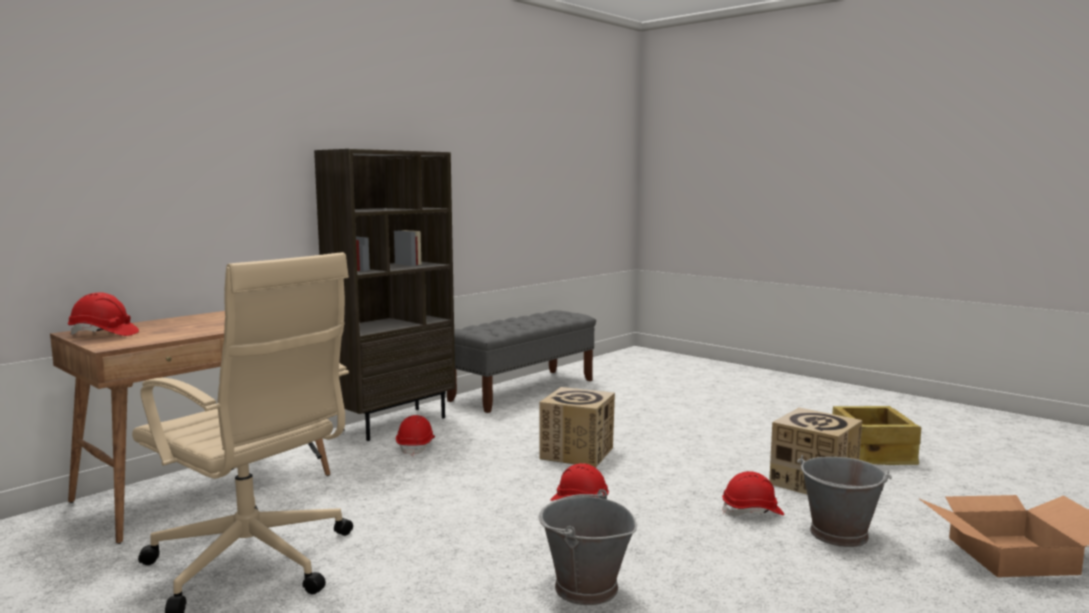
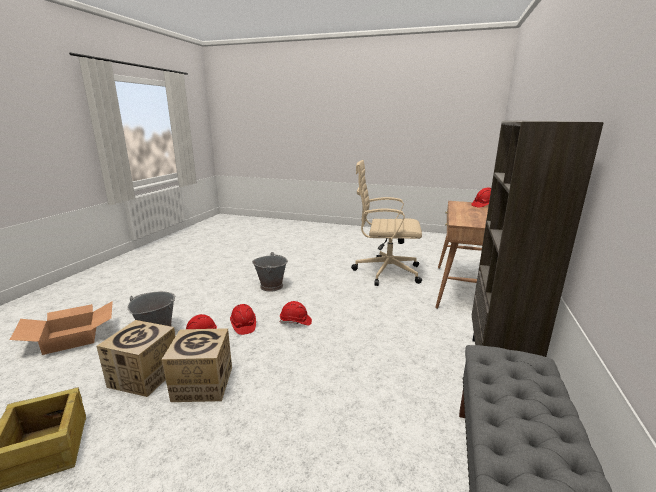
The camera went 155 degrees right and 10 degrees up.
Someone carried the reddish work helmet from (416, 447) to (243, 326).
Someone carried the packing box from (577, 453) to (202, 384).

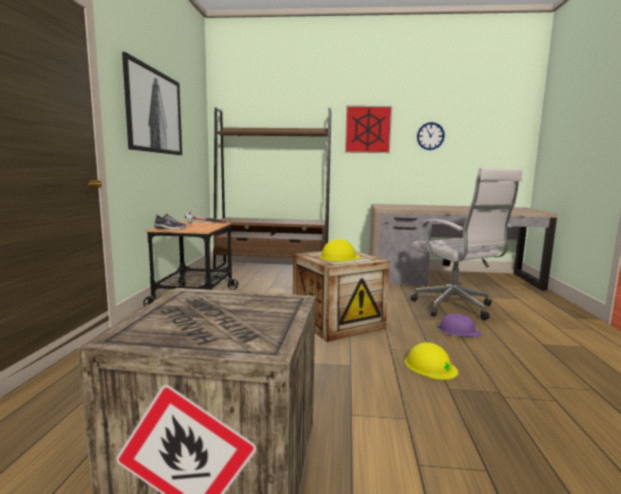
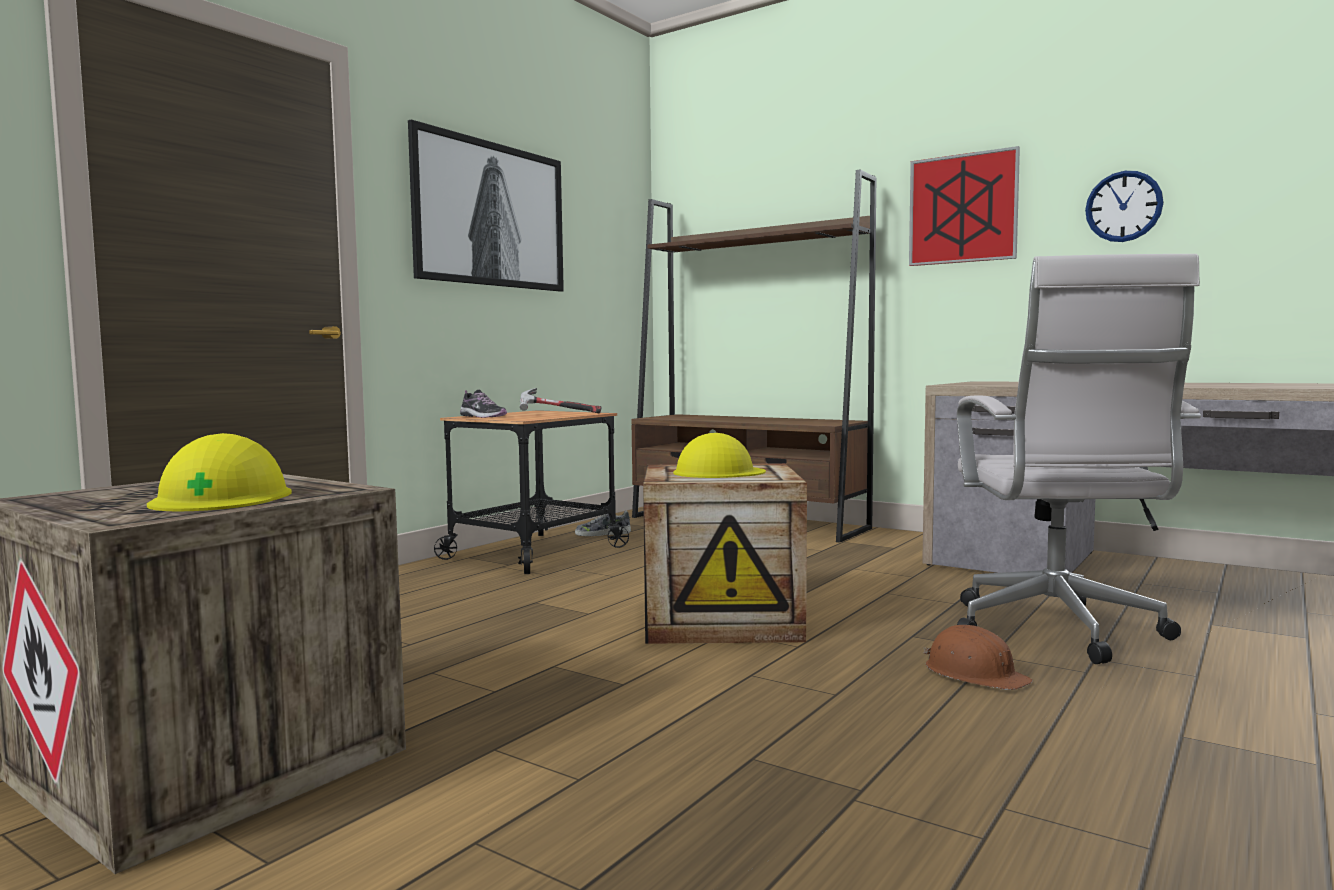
The camera went 30 degrees right and 5 degrees down.
Someone carried the yellowish work helmet from (430, 366) to (222, 498).
Someone repainted the purple work helmet at (458, 332), which became the brownish work helmet at (975, 674).

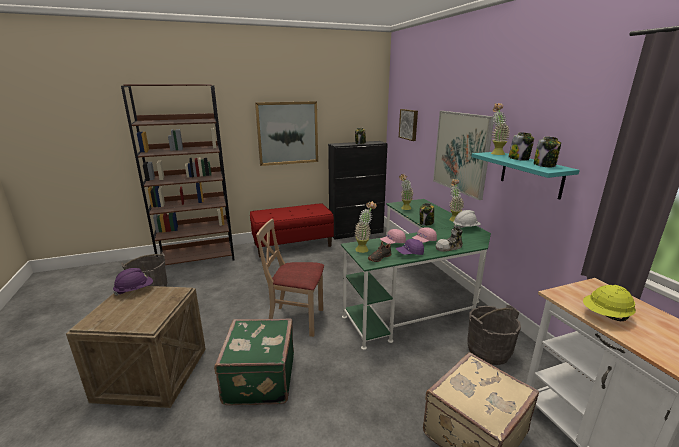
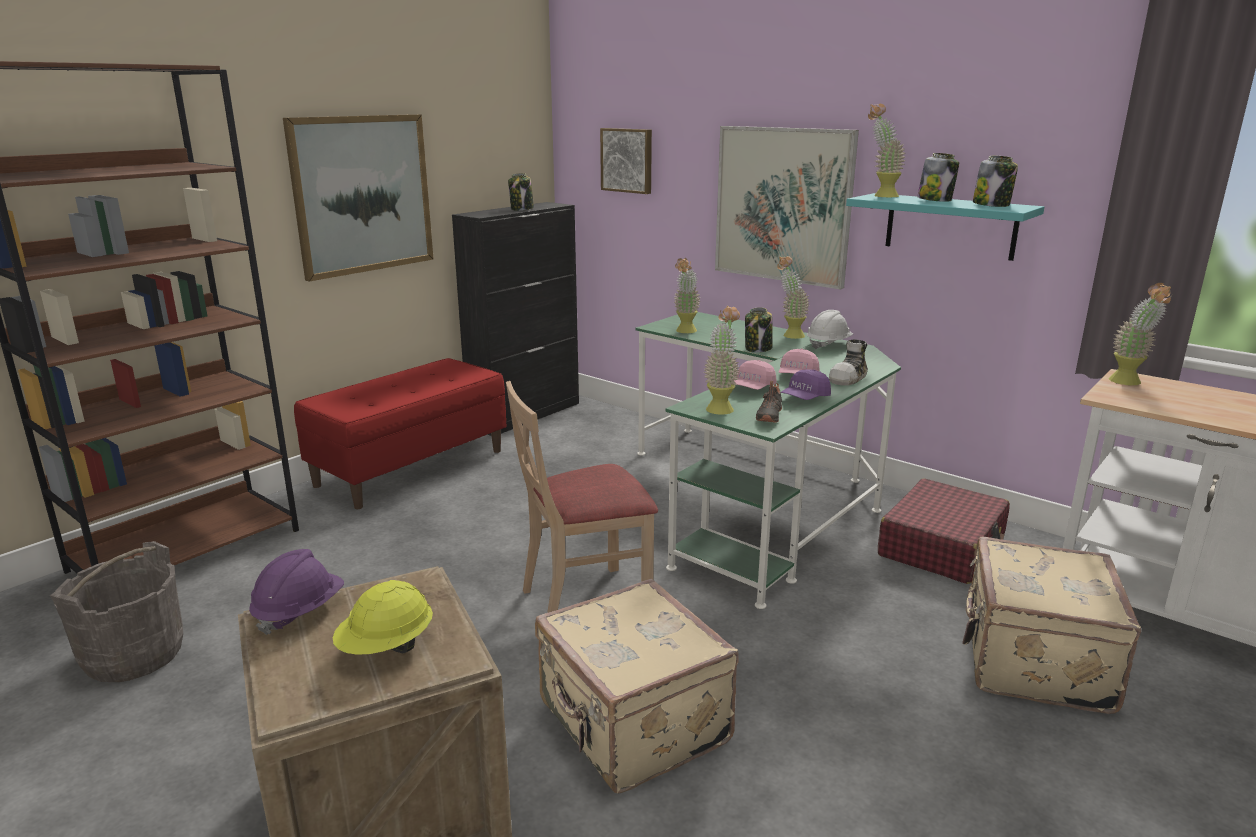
The camera went 30 degrees left and 0 degrees up.
Someone repainted the green-coloured travel case at (258, 379), which became the sand-coloured travel case at (631, 725).
Someone swapped the grey bucket at (488, 351) for the reddish travel case at (942, 547).
Someone carried the yellowish work helmet from (605, 316) to (387, 648).
Someone put down the houseplant at (1129, 383).

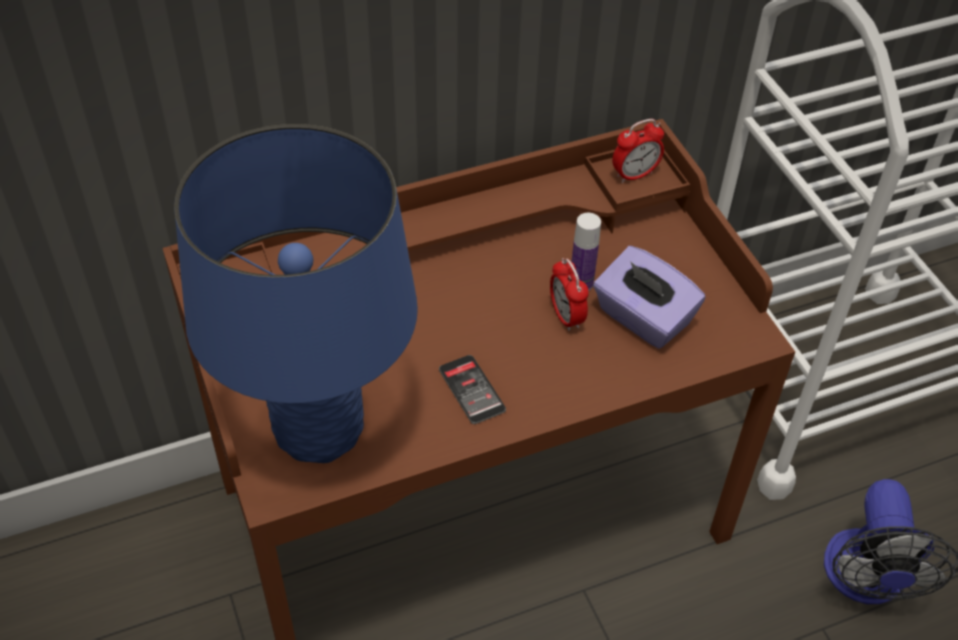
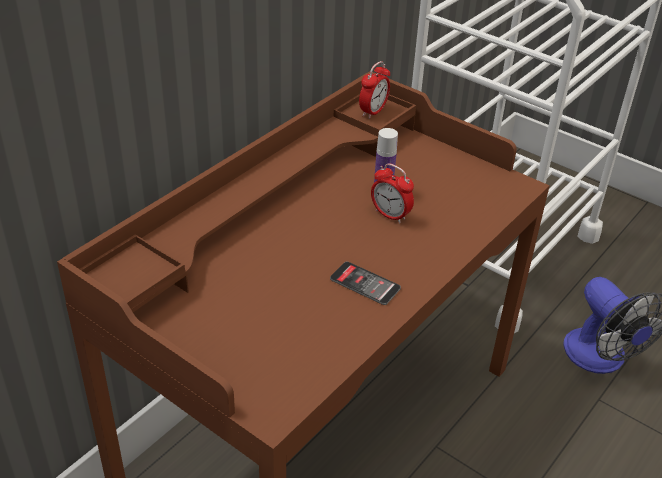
The camera went 30 degrees left and 10 degrees down.
Someone took away the bluish tabletop lamp at (319, 430).
Someone took away the purple box of tissues at (643, 318).

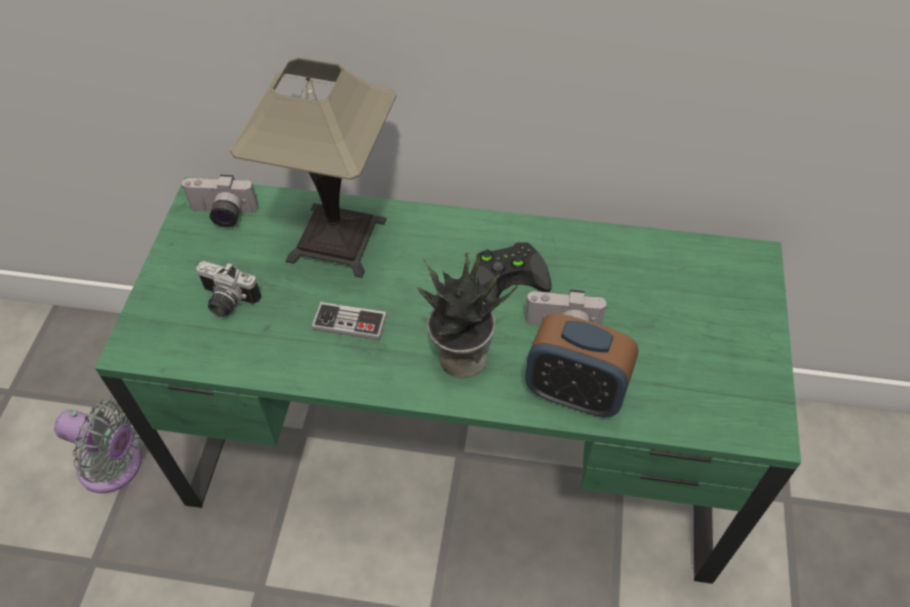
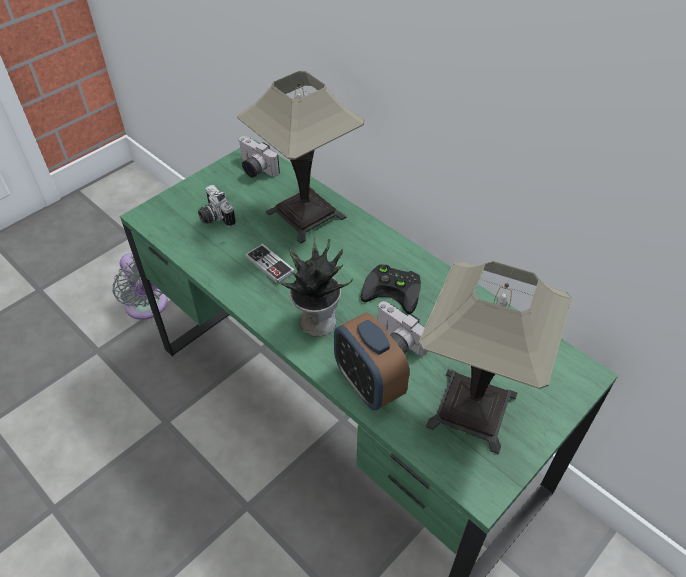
The camera went 35 degrees right and 5 degrees down.
Someone put down the tabletop lamp at (472, 410).

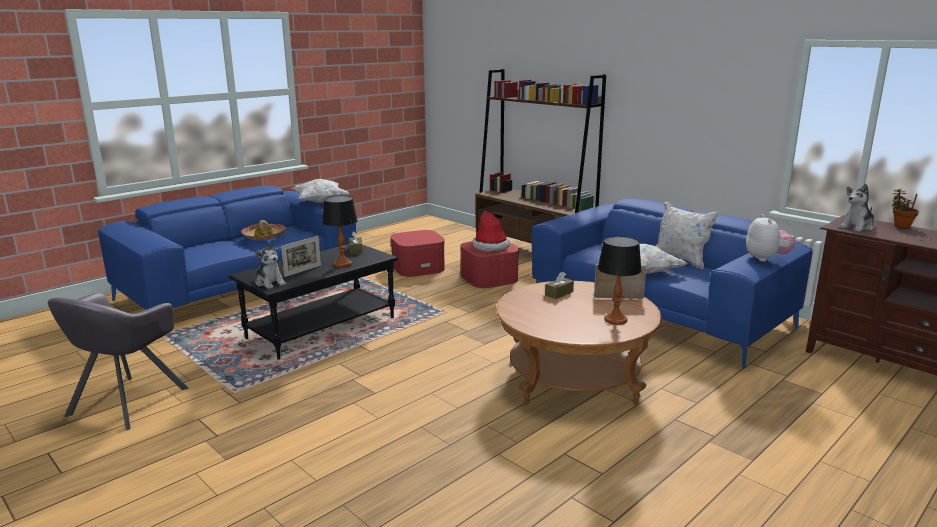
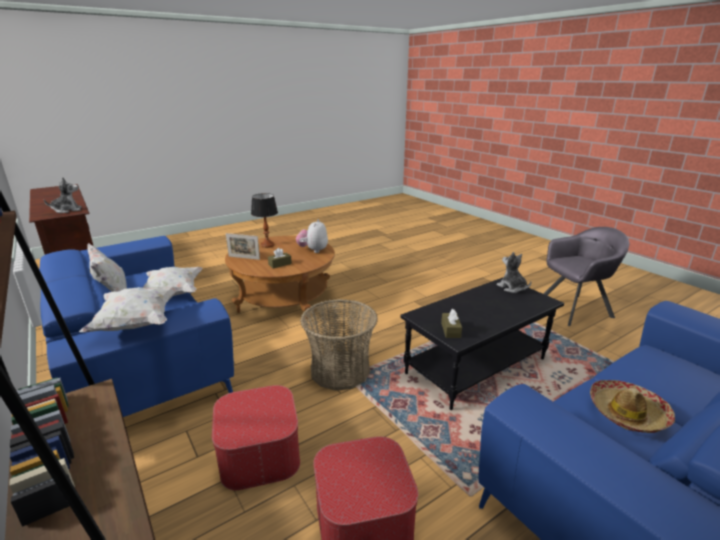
The camera went 170 degrees left and 5 degrees up.
Someone rotated the grey easy chair at (127, 402) by 45 degrees clockwise.
Someone took away the photo frame at (303, 271).
Someone carried the whitish throw pillow from (320, 202) to (137, 323).
Someone took away the tabletop lamp at (343, 264).
Someone took away the hat at (491, 246).
Someone carried the soft toy from (766, 258) to (313, 250).
Someone took away the houseplant at (900, 226).
Someone put down the basket at (340, 370).

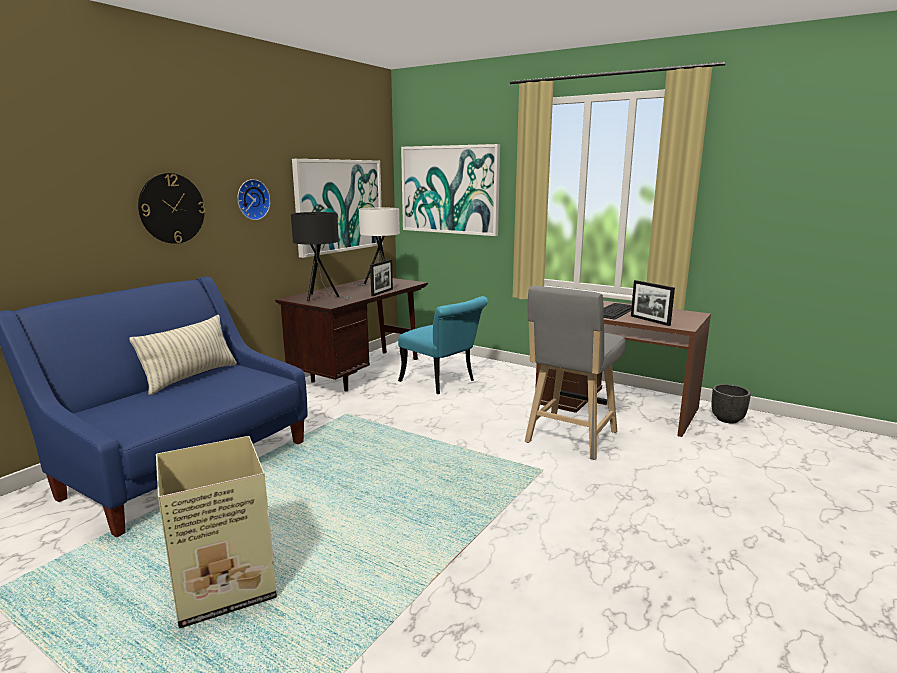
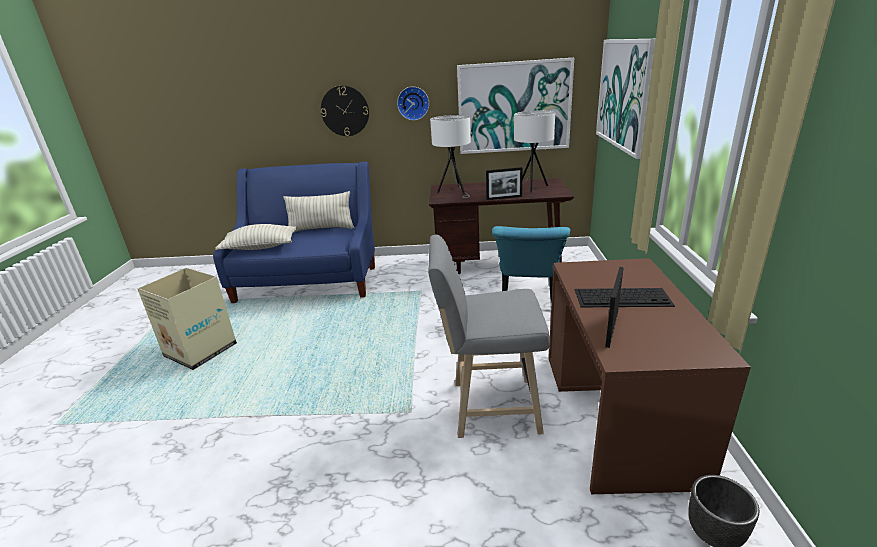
The camera went 60 degrees right and 10 degrees up.
Someone repainted the black tabletop lamp at (321, 298), which became the whitish tabletop lamp at (454, 192).
Someone put down the throw pillow at (260, 247).

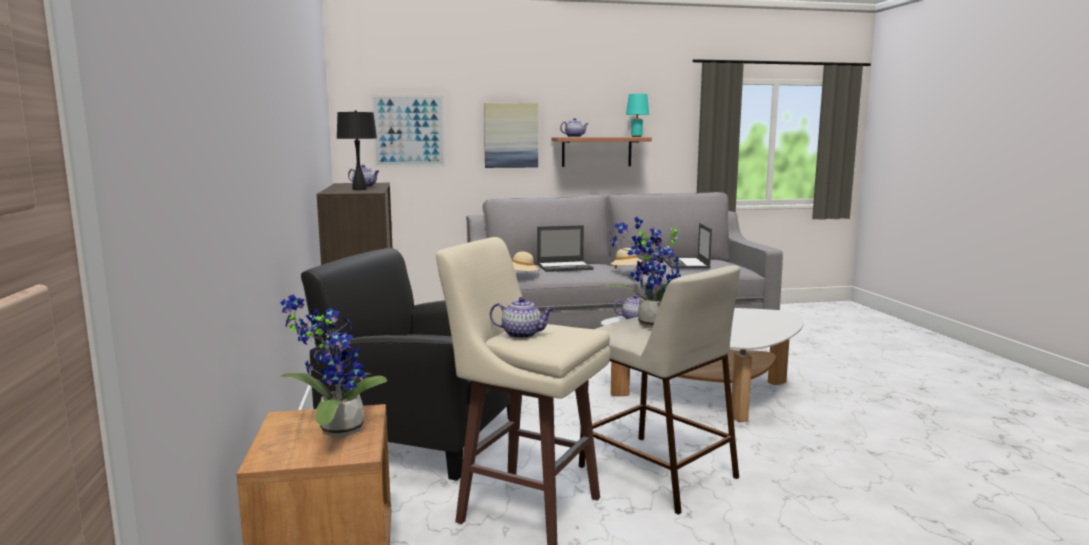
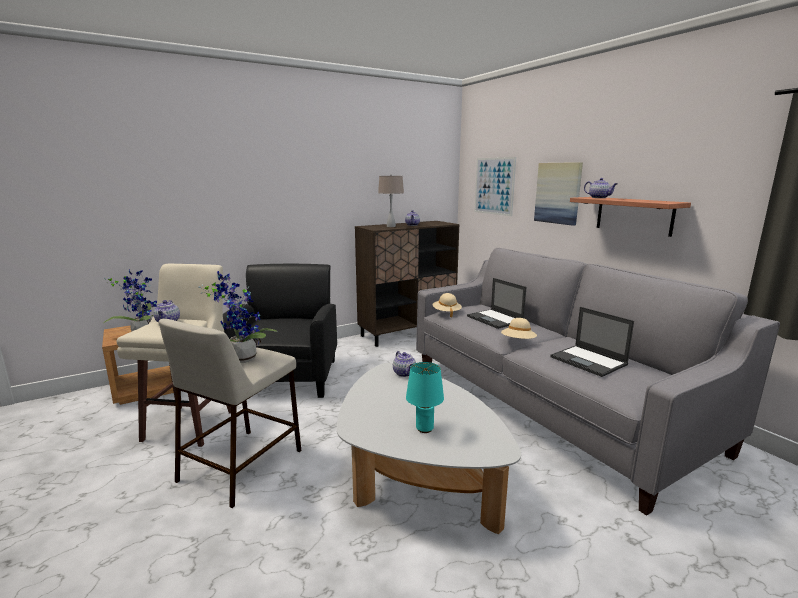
The camera went 70 degrees right and 5 degrees up.
Someone repainted the black tabletop lamp at (359, 189), which became the sand-coloured tabletop lamp at (391, 226).
Someone carried the turquoise-coloured tabletop lamp from (637, 137) to (425, 429).
Someone rotated the notebook computer at (686, 264) by 105 degrees counterclockwise.

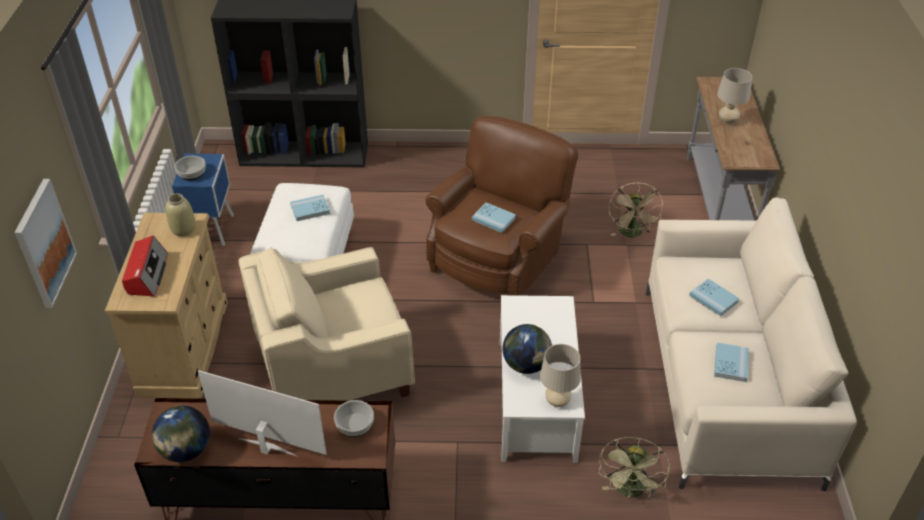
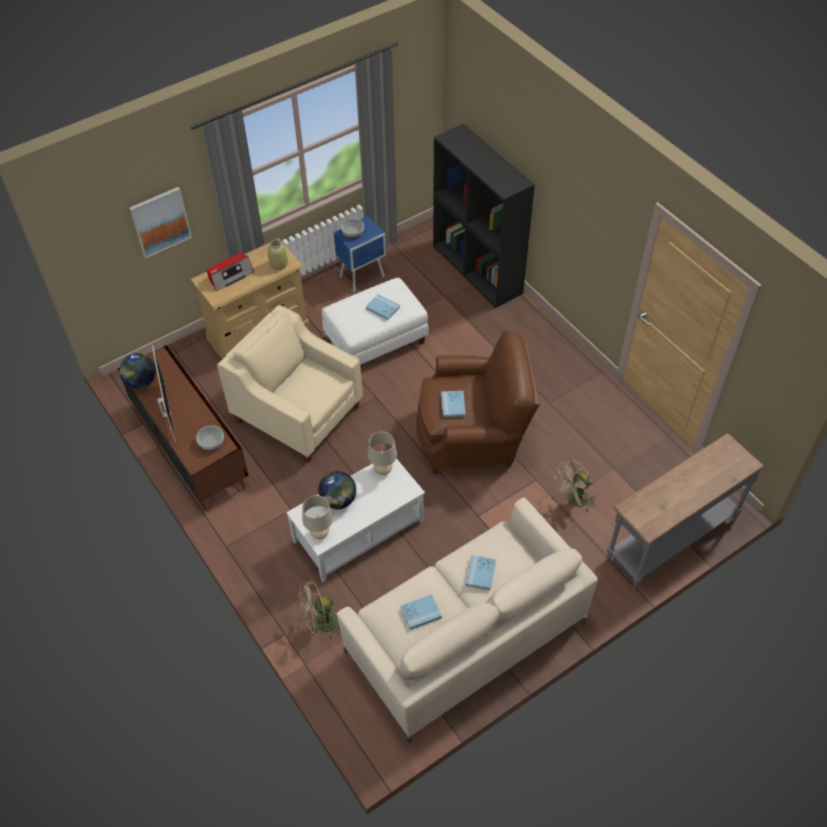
The camera went 55 degrees right and 10 degrees up.
Someone carried the sand-coloured tabletop lamp from (727, 121) to (383, 470).

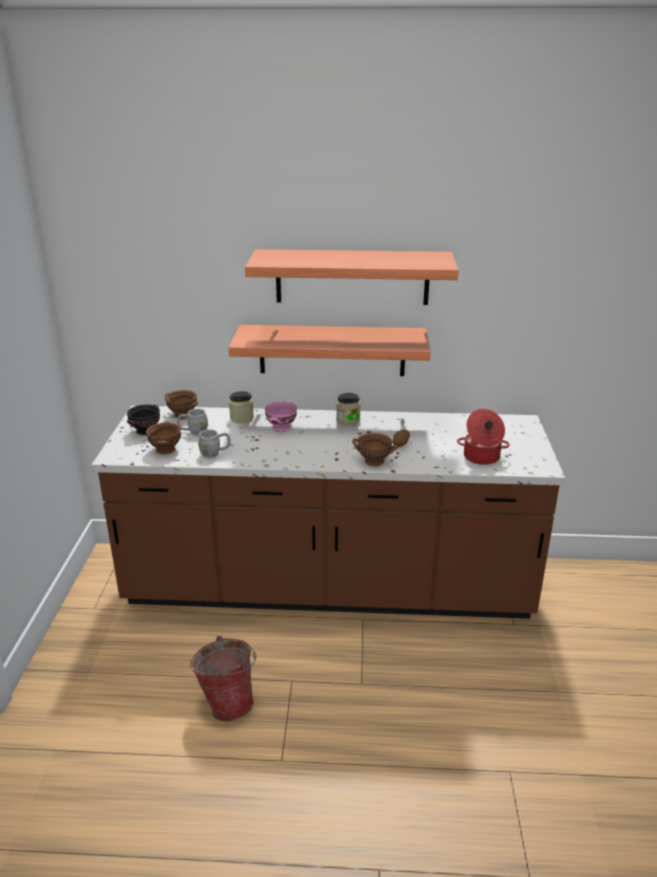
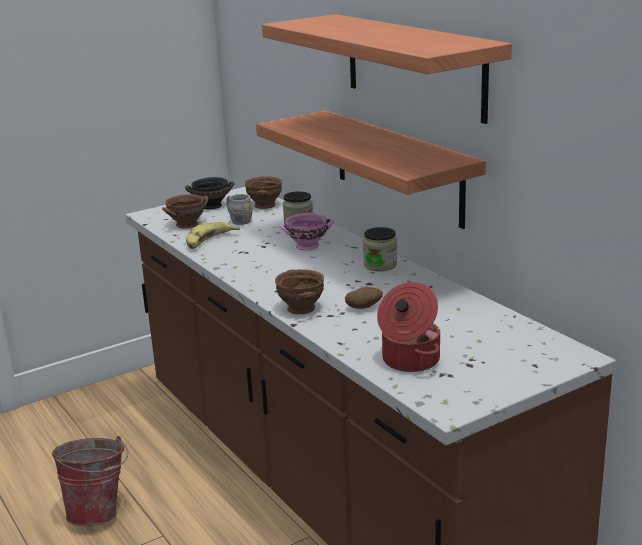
The camera went 55 degrees right and 5 degrees down.
Someone swapped the grey coffee mug at (215, 453) for the banana fruit at (209, 242).

